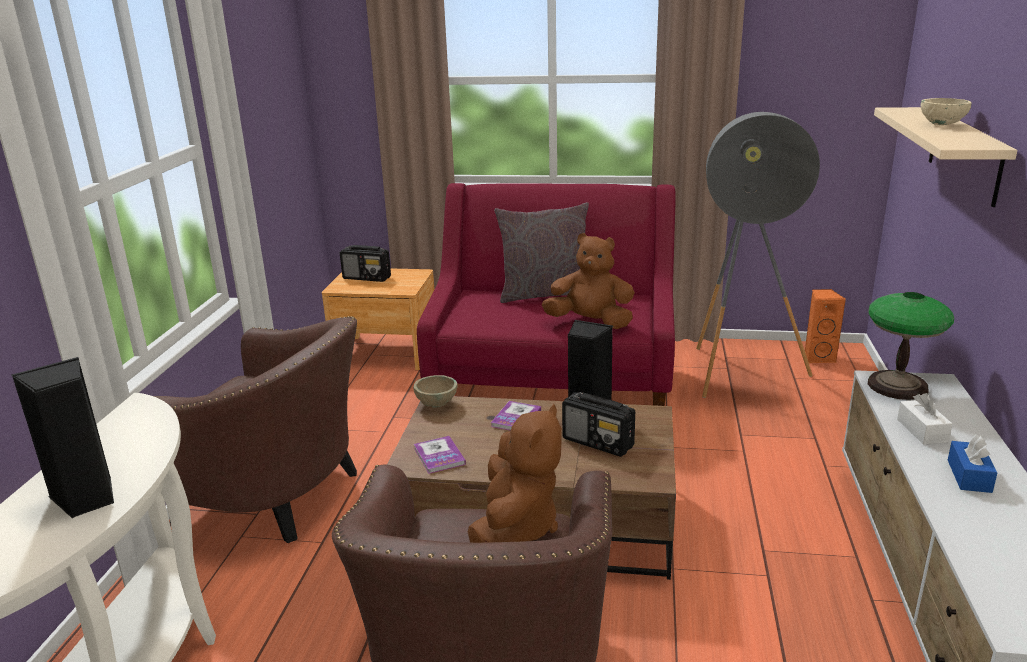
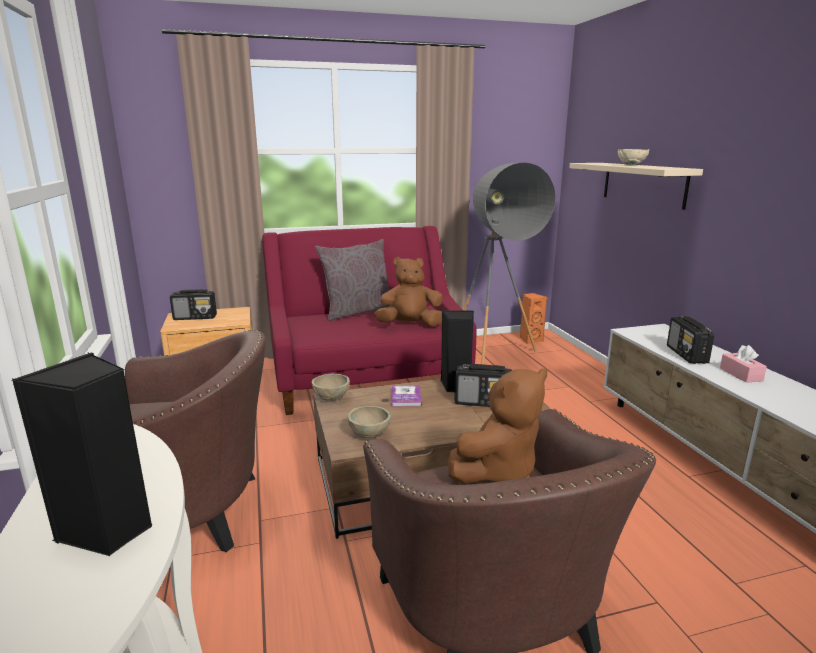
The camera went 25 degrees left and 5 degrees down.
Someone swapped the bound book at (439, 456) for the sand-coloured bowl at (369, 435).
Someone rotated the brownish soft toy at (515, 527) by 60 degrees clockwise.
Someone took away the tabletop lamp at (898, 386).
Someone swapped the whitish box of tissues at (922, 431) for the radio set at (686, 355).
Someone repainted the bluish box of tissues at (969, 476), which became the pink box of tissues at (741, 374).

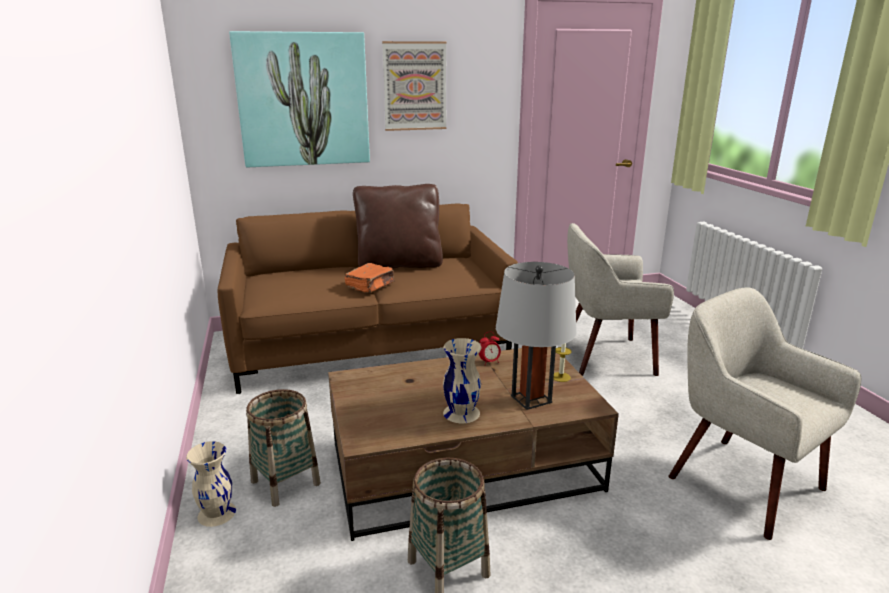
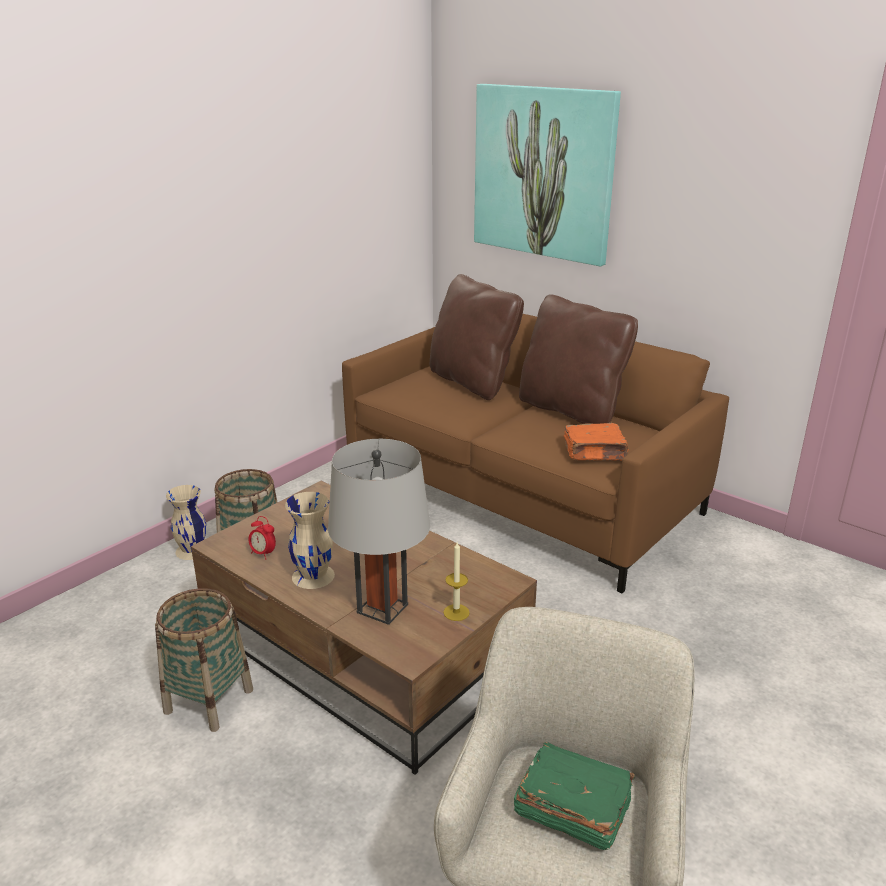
The camera went 55 degrees right and 5 degrees up.
Someone carried the orangey bound book from (370, 286) to (595, 453).
Someone took away the wall art at (415, 86).
Someone carried the bedside clock from (489, 362) to (263, 553).
Someone took away the sand-coloured easy chair at (606, 356).
Someone put down the brownish throw pillow at (473, 382).
Someone put down the green-coloured bound book at (571, 808).

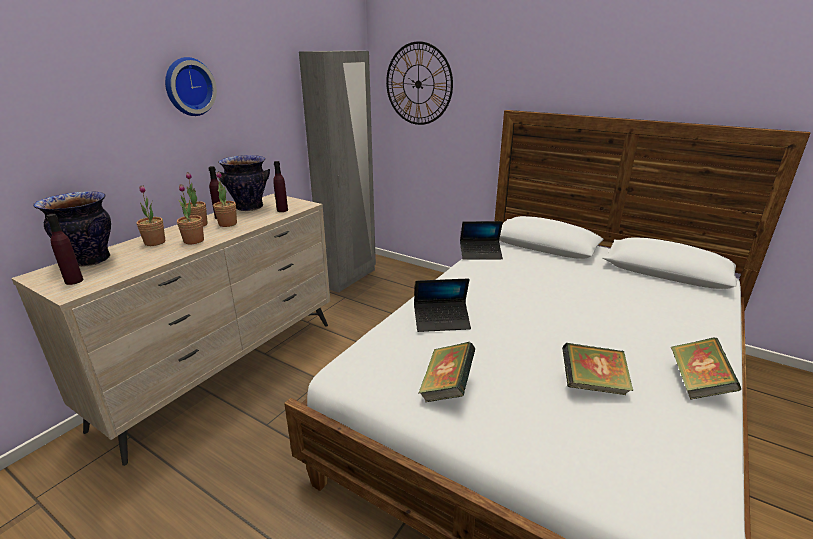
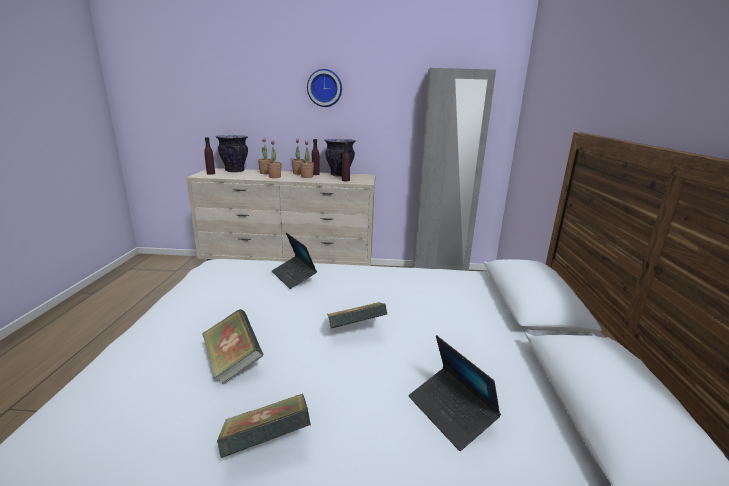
The camera went 60 degrees right and 5 degrees down.
Someone took away the clock on the wall at (418, 84).
Someone carried the bound book from (446, 387) to (355, 330).
Someone carried the notebook computer from (480, 254) to (451, 412).

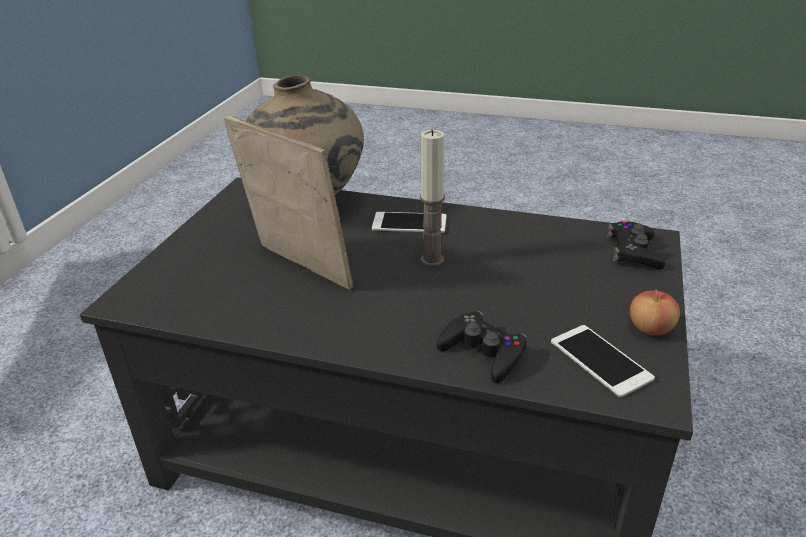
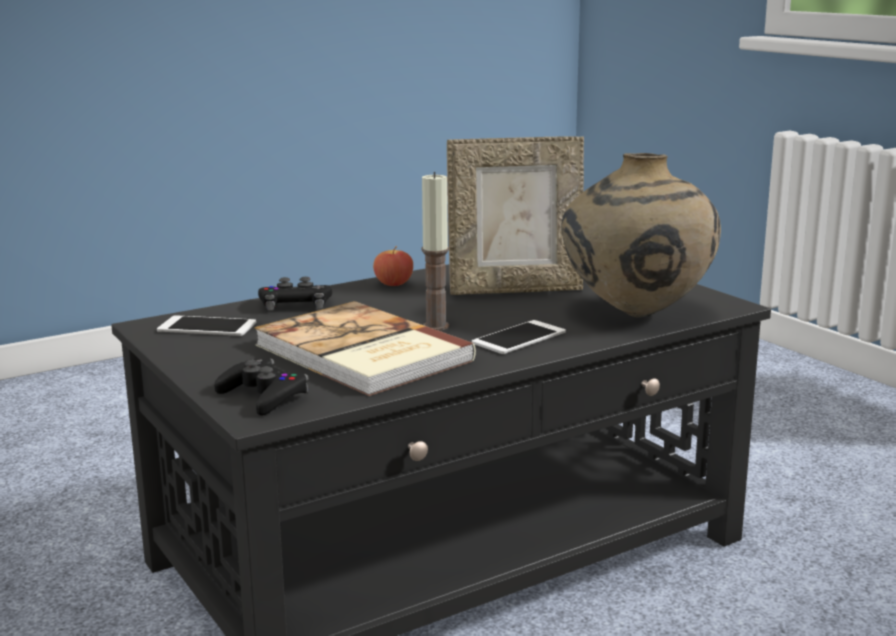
The camera went 130 degrees right and 15 degrees down.
Someone carried the apple fruit from (650, 329) to (393, 284).
Someone put down the bound book at (360, 354).

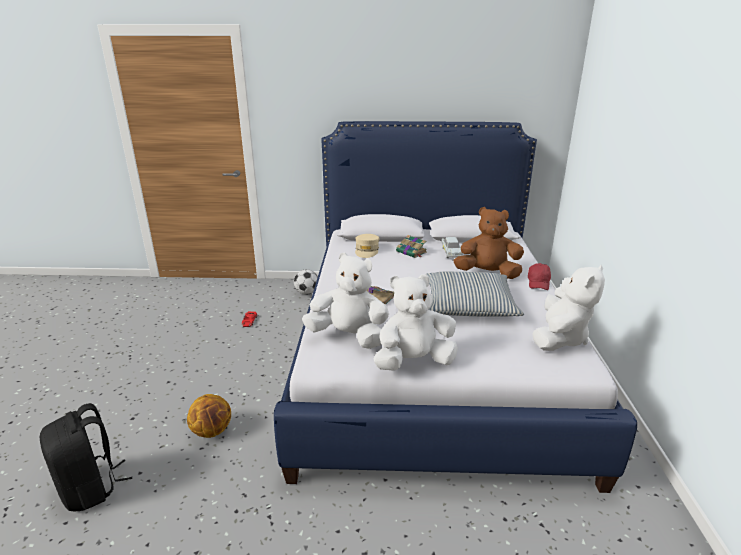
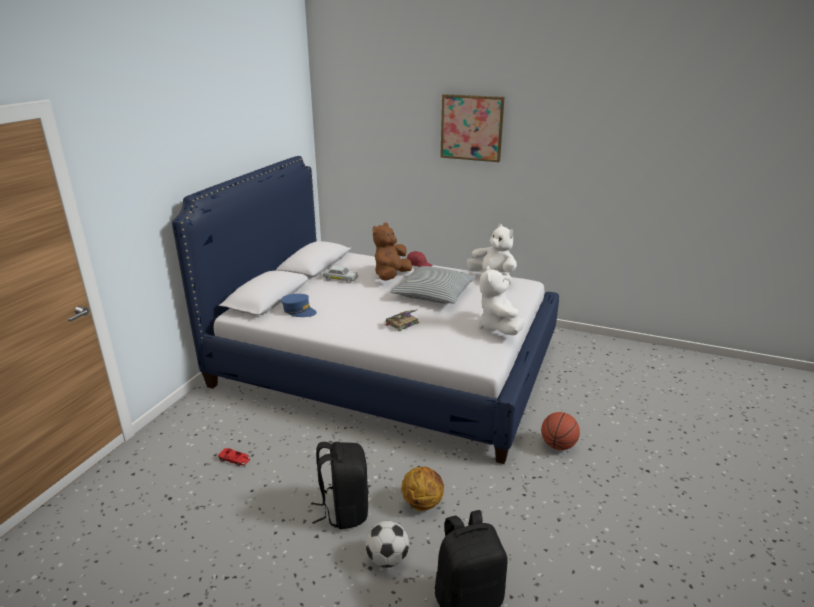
The camera went 70 degrees left and 0 degrees up.
Someone carried the football ball from (306, 293) to (387, 559).
Someone took away the whitish soft toy at (349, 337).
Someone repainted the sand-coloured cap at (367, 251), which became the bluish cap at (299, 311).
Someone took away the bound book at (412, 252).
Someone put down the black knapsack at (344, 510).
Someone put up the wall art at (471, 127).
Someone put down the basketball ball at (558, 445).

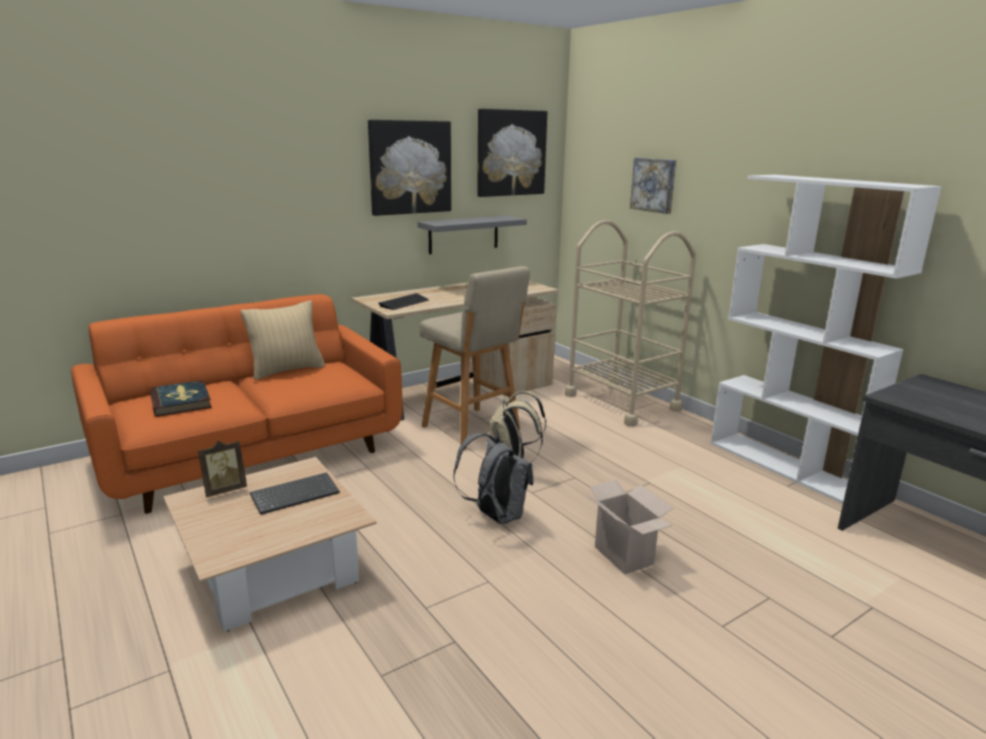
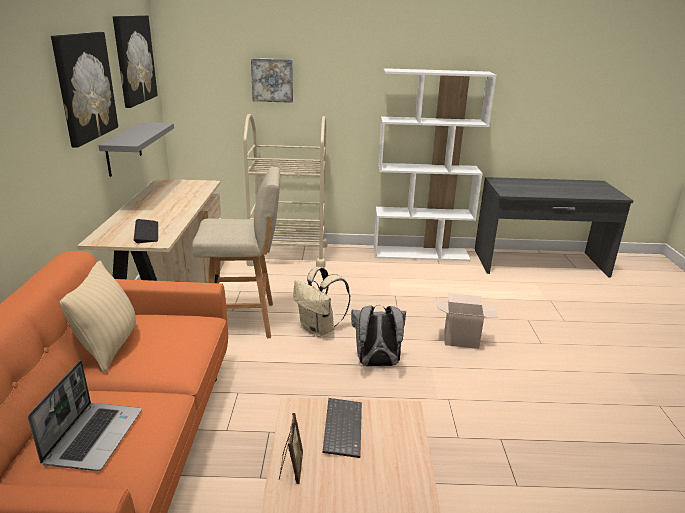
The camera went 55 degrees left and 5 degrees up.
Someone swapped the bound book at (181, 401) for the notebook computer at (94, 436).

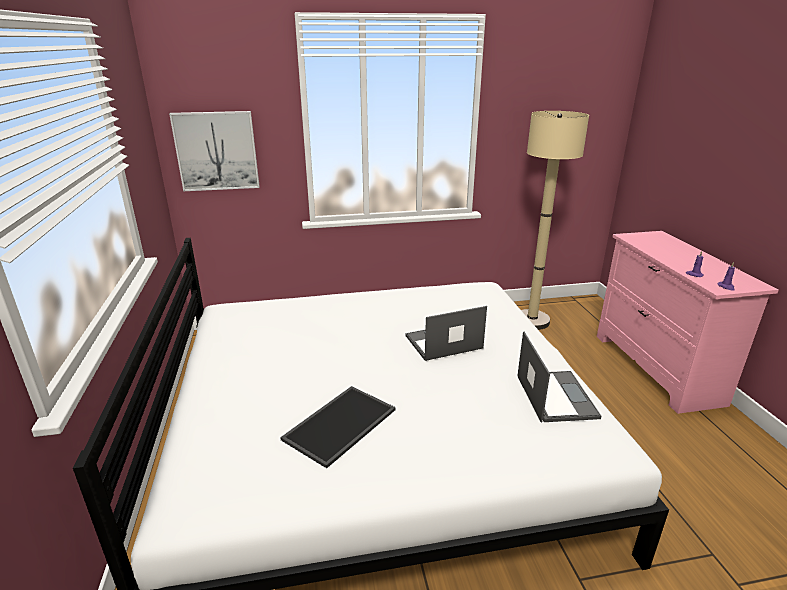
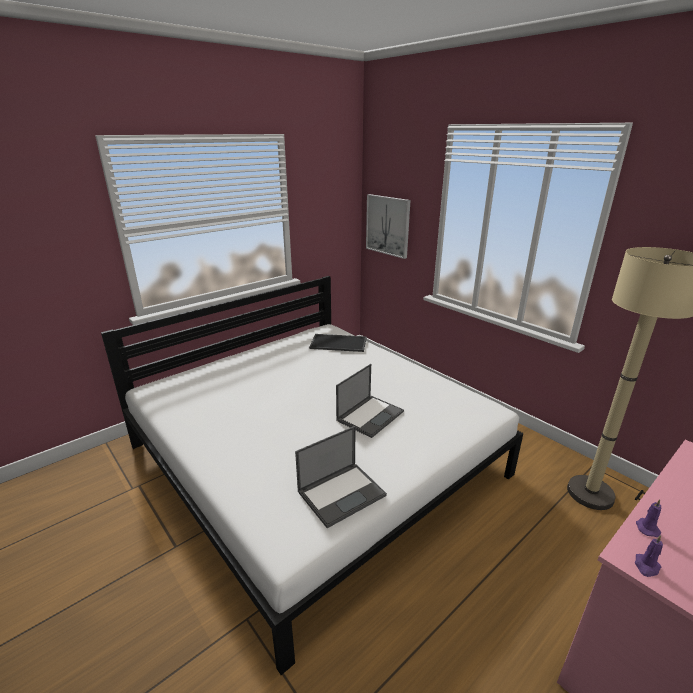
The camera went 60 degrees right and 0 degrees up.
Someone carried the carrying tray from (339, 423) to (339, 343).
Someone rotated the notebook computer at (443, 342) by 90 degrees clockwise.

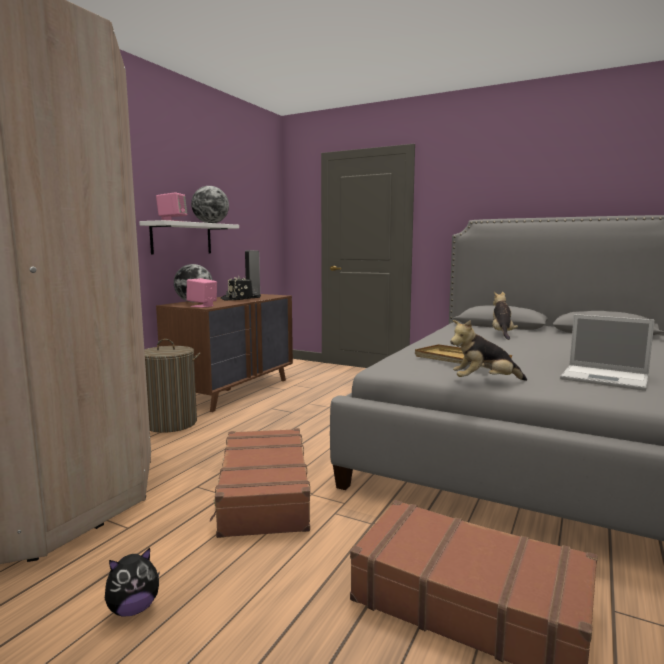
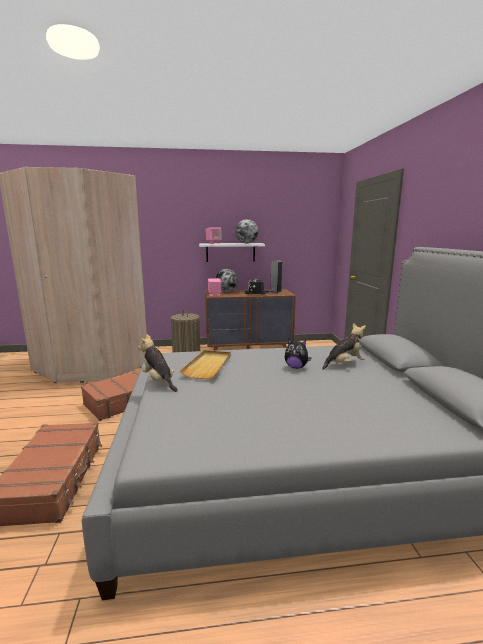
The camera went 55 degrees right and 5 degrees up.
Someone carried the soft toy from (133, 609) to (296, 367).
Someone took away the notebook computer at (606, 378).

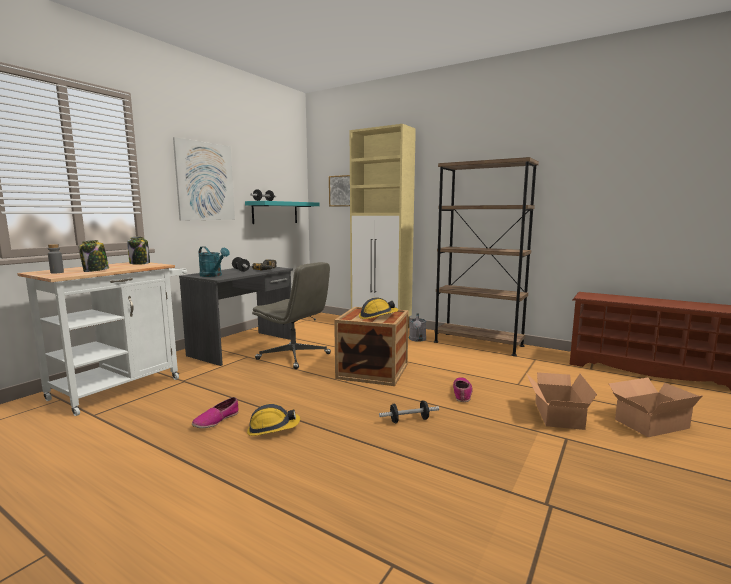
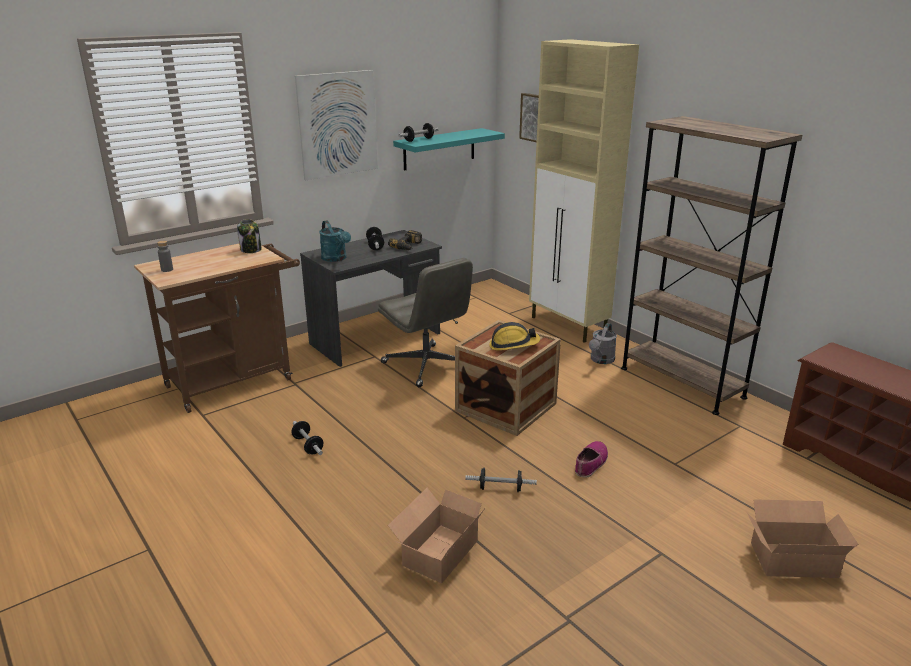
The camera went 20 degrees right and 15 degrees up.
Someone repainted the whitish trolley at (123, 386), which became the brownish trolley at (236, 380).
Someone took away the preserve jar at (95, 270).
Someone swapped the shoe at (216, 420) for the dumbbell at (308, 445).
Someone took away the work helmet at (273, 428).
Someone carried the packing box from (556, 415) to (437, 553).

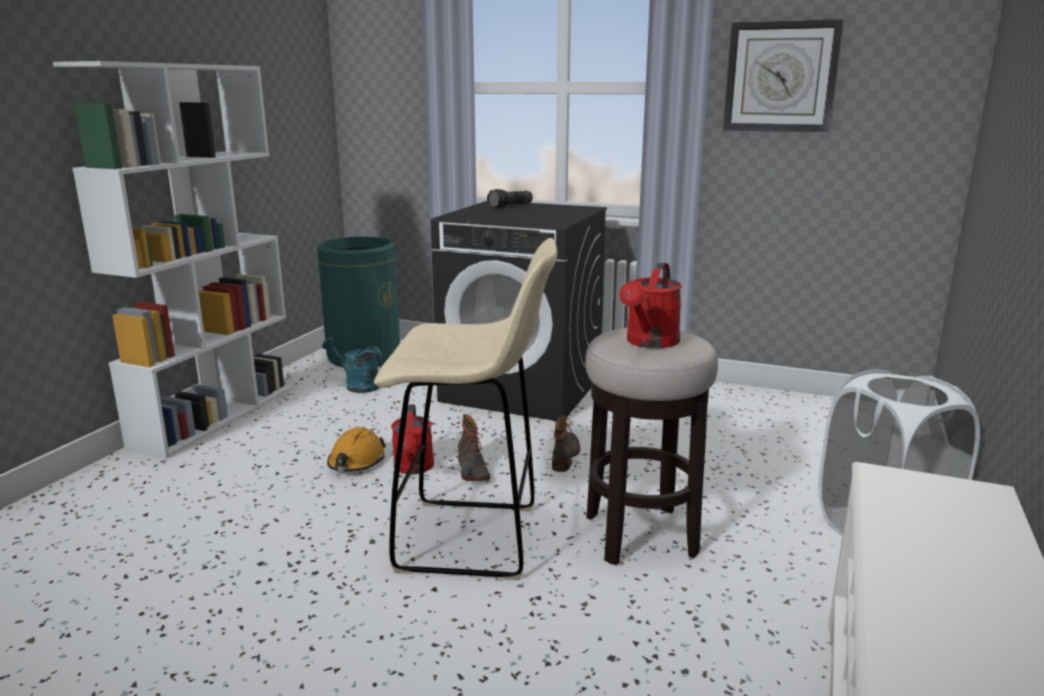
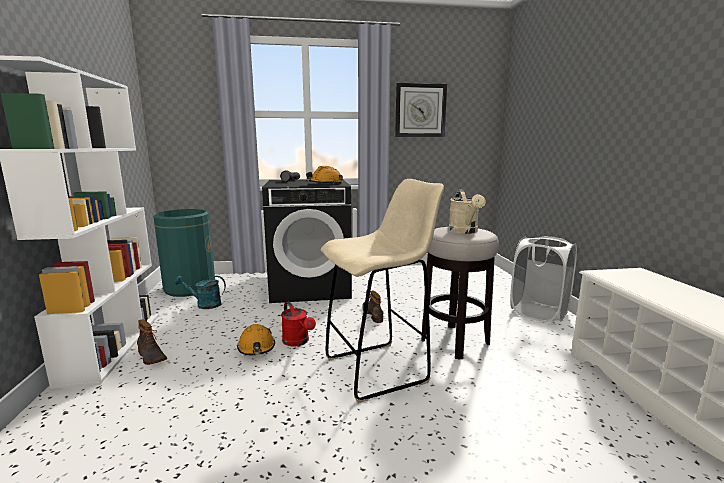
The camera went 30 degrees left and 5 degrees down.
Someone carried the tall boot from (471, 470) to (151, 357).
Someone repainted the reddish watering can at (649, 343), which became the sand-coloured watering can at (465, 231).
Someone put down the orangey work helmet at (325, 184).

